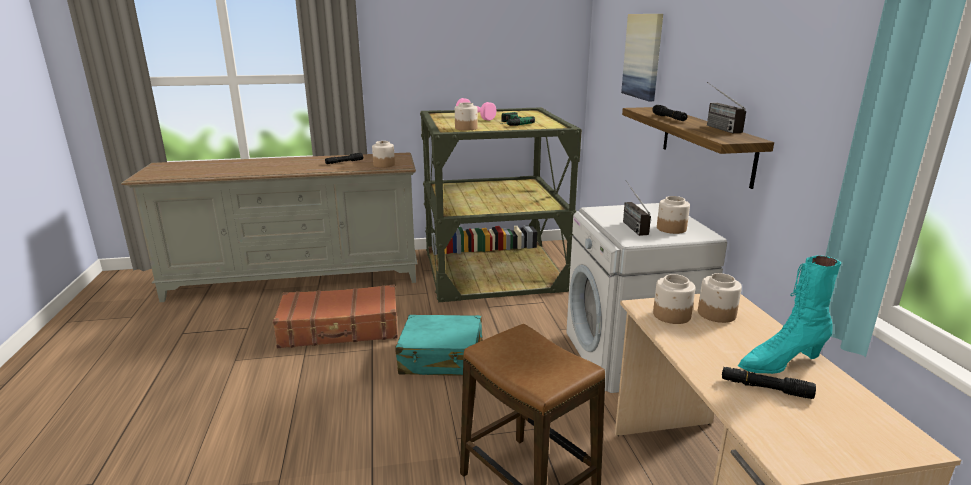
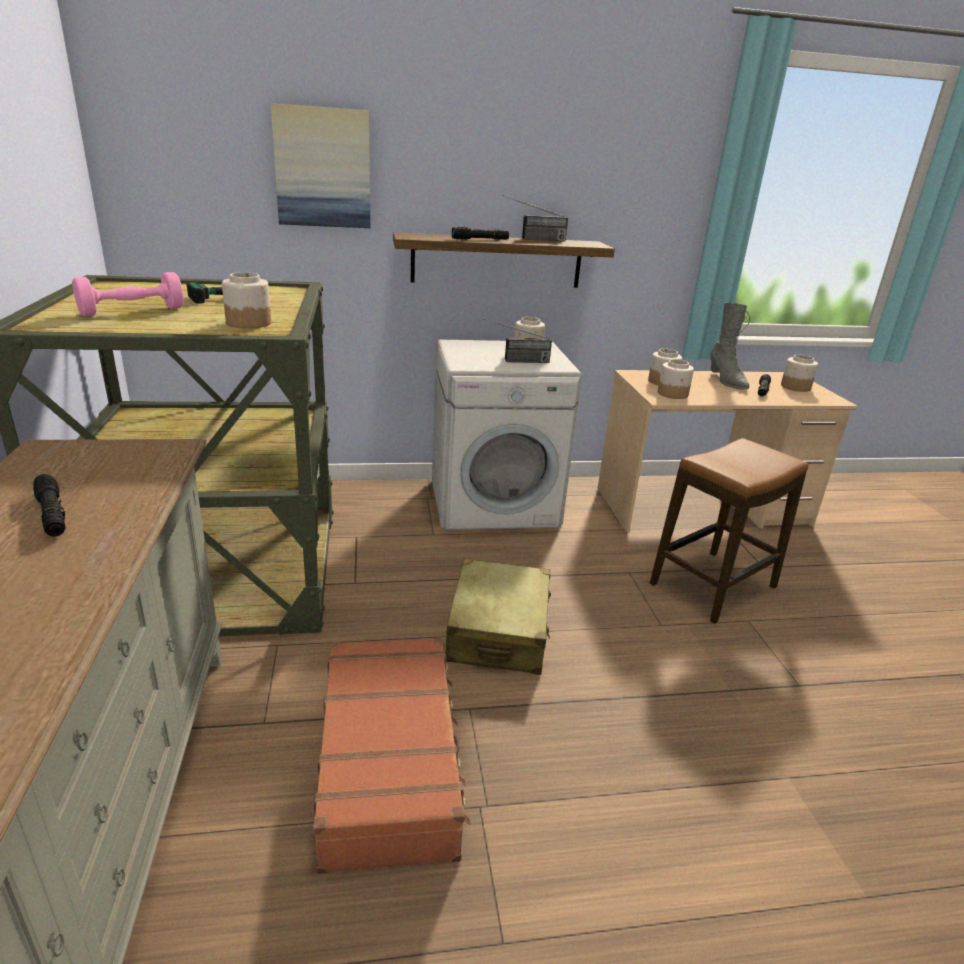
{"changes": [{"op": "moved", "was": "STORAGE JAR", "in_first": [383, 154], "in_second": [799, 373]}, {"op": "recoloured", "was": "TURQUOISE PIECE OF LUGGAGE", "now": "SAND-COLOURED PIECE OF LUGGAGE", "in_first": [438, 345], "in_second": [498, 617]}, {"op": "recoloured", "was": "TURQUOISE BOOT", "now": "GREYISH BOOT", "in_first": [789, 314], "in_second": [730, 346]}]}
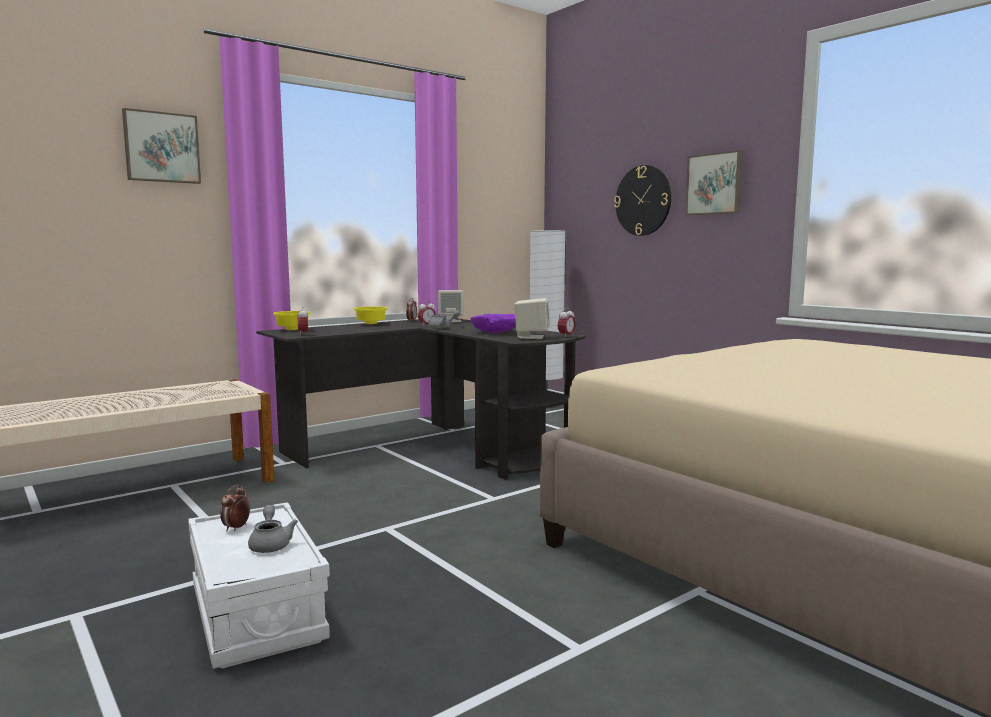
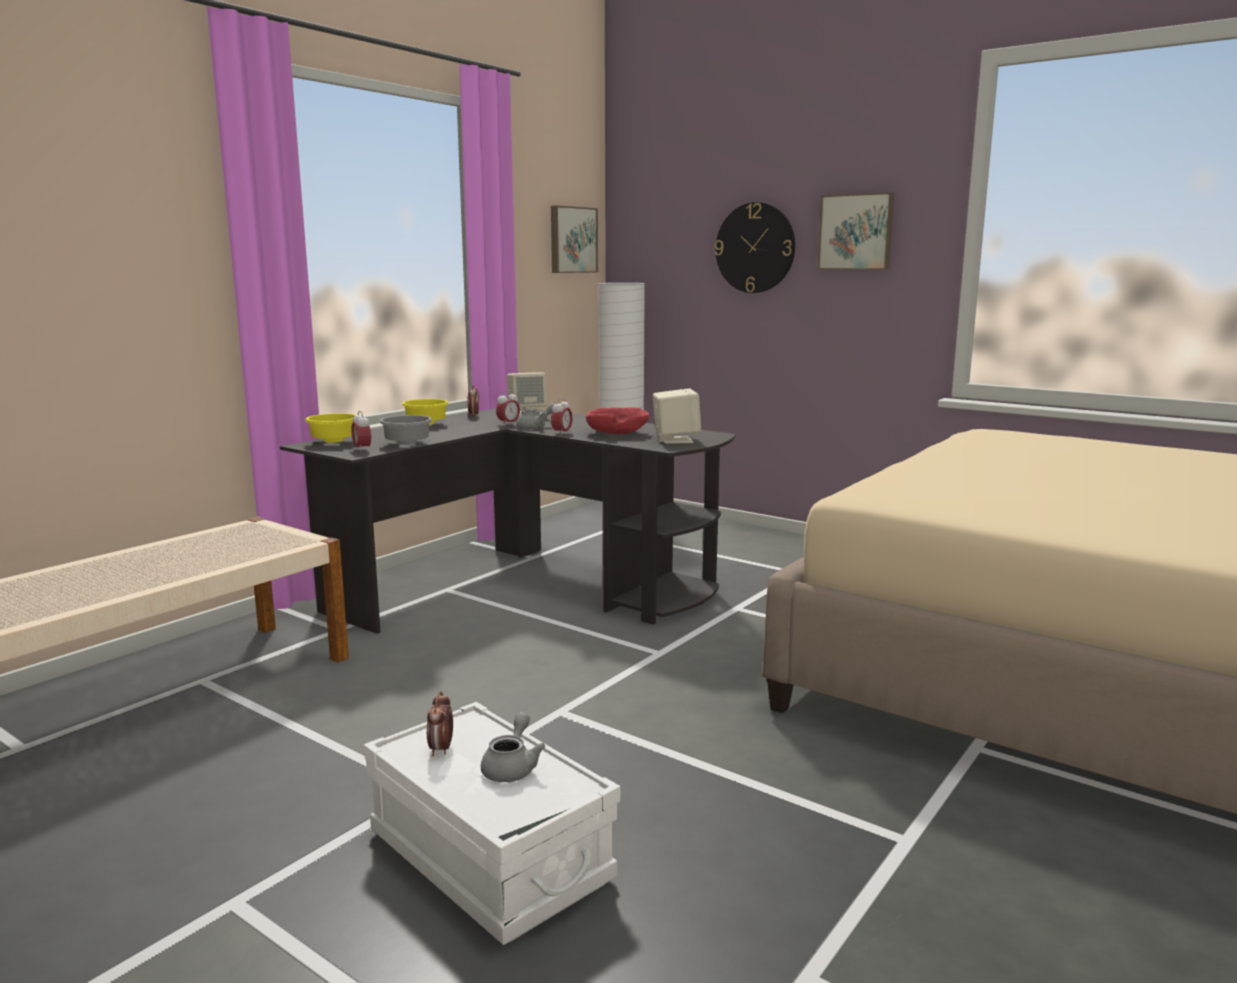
{"changes": [{"op": "moved", "was": "PICTURE", "in_first": [161, 146], "in_second": [574, 239]}, {"op": "turned", "was": "GREYISH TEAPOT", "in_first": [273, 529], "in_second": [513, 747], "clockwise": 45}, {"op": "recoloured", "was": "PURPLE-COLOURED DEEP DISH", "now": "REDDISH DEEP DISH", "in_first": [493, 323], "in_second": [618, 420]}, {"op": "moved", "was": "BEDSIDE CLOCK", "in_first": [567, 322], "in_second": [562, 416]}, {"op": "added", "now": "GREYISH DEEP DISH", "in_second": [406, 430]}]}
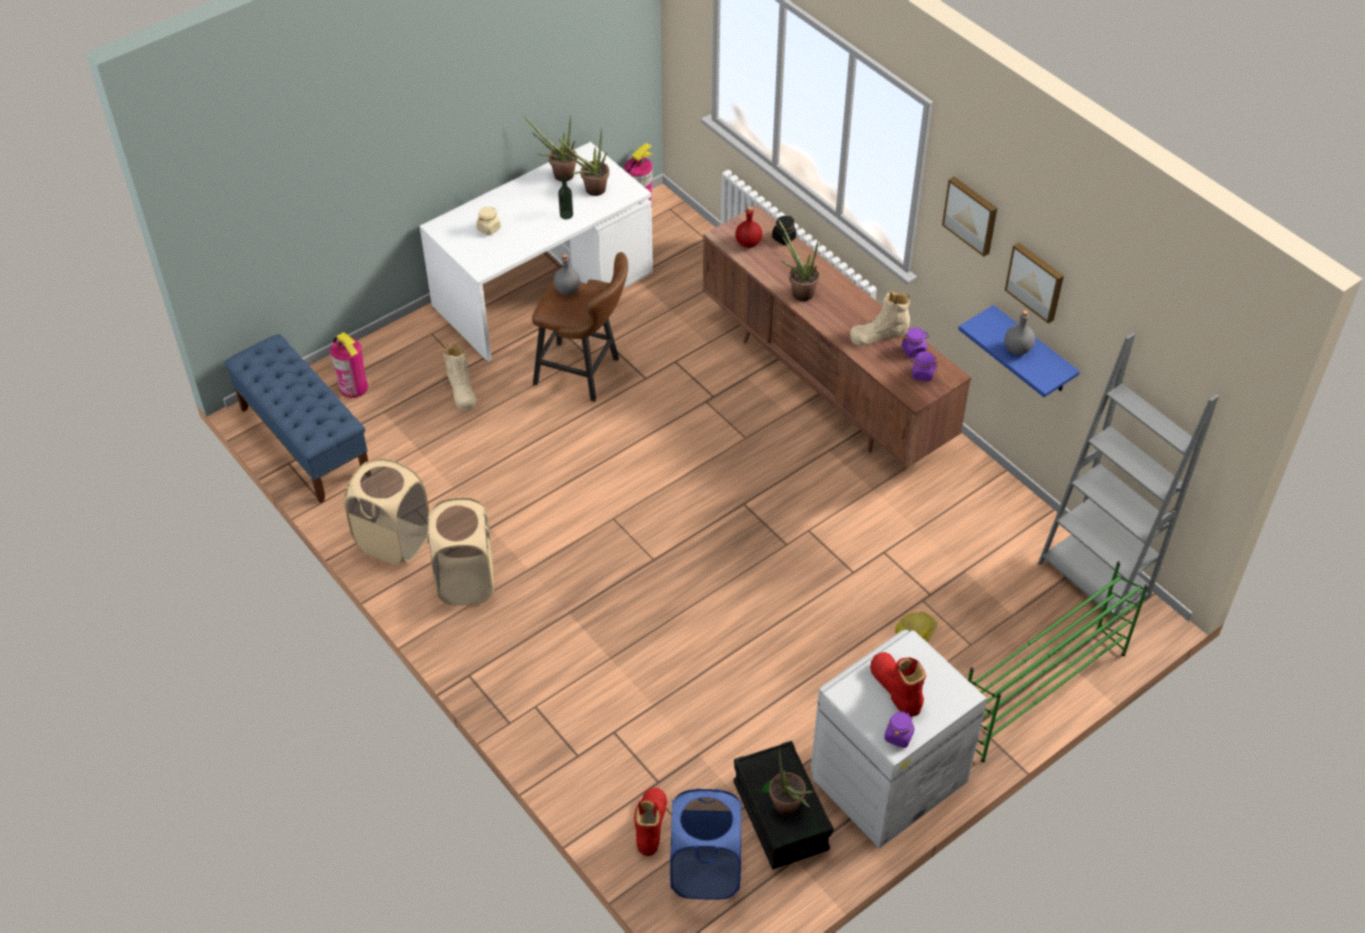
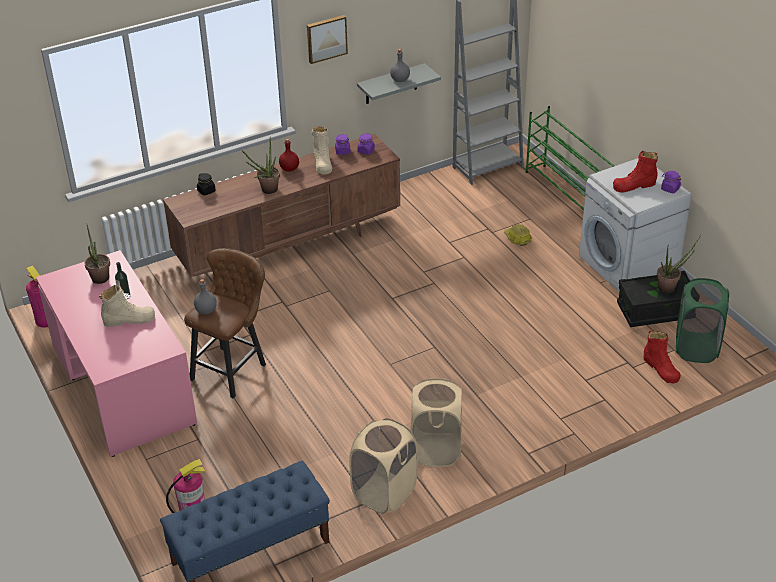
{"changes": [{"op": "recoloured", "was": "WHITE-COLOURED DESK TABLE", "now": "PINK-COLOURED DESK TABLE", "in_first": [536, 251], "in_second": [116, 353]}, {"op": "moved", "was": "SAND-COLOURED BOOT", "in_first": [459, 377], "in_second": [127, 306]}, {"op": "removed", "was": "SAND-COLOURED STORAGE JAR", "in_first": [488, 221]}, {"op": "removed", "was": "POTTED PLANT", "in_first": [550, 148]}, {"op": "turned", "was": "REDDISH BOOT", "in_first": [650, 822], "in_second": [662, 357], "clockwise": -135}, {"op": "recoloured", "was": "BLUE HAMPER", "now": "GREEN-COLOURED HAMPER", "in_first": [706, 843], "in_second": [702, 320]}, {"op": "moved", "was": "REDDISH BOTTLE", "in_first": [748, 227], "in_second": [289, 155]}, {"op": "recoloured", "was": "BLUE BRACKET SHELF", "now": "GREYISH BRACKET SHELF", "in_first": [1019, 351], "in_second": [399, 83]}, {"op": "removed", "was": "PICTURE", "in_first": [1034, 283]}]}
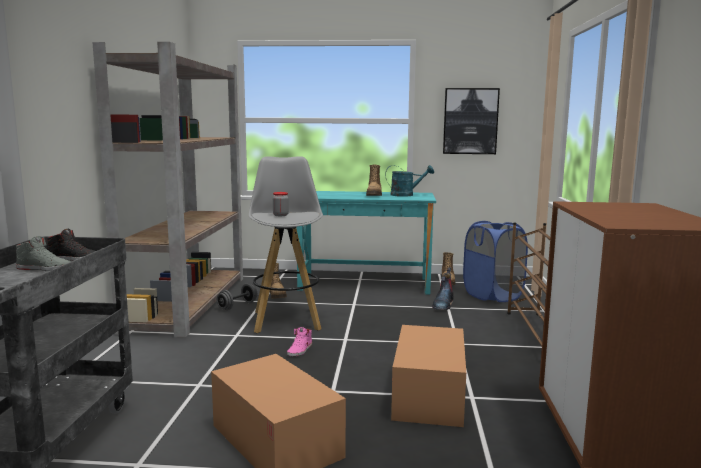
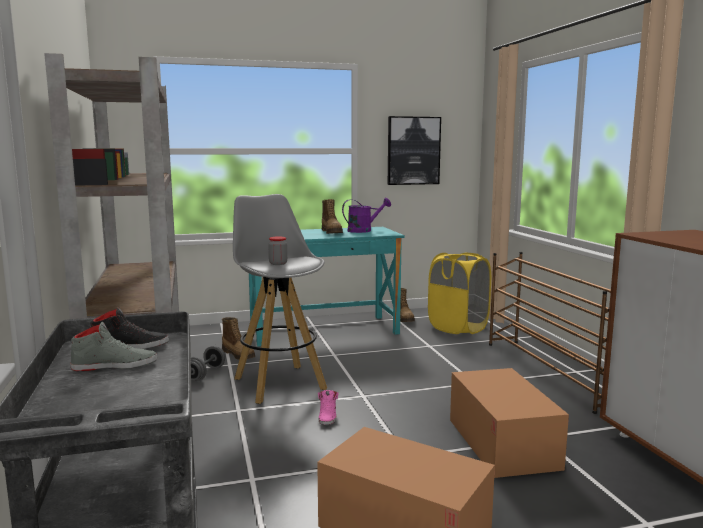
{"changes": [{"op": "recoloured", "was": "TURQUOISE WATERING CAN", "now": "PURPLE-COLOURED WATERING CAN", "in_first": [409, 181], "in_second": [366, 215]}, {"op": "removed", "was": "BOOT", "in_first": [443, 288]}, {"op": "recoloured", "was": "BLUE HAMPER", "now": "YELLOW-COLOURED HAMPER", "in_first": [495, 261], "in_second": [459, 293]}]}
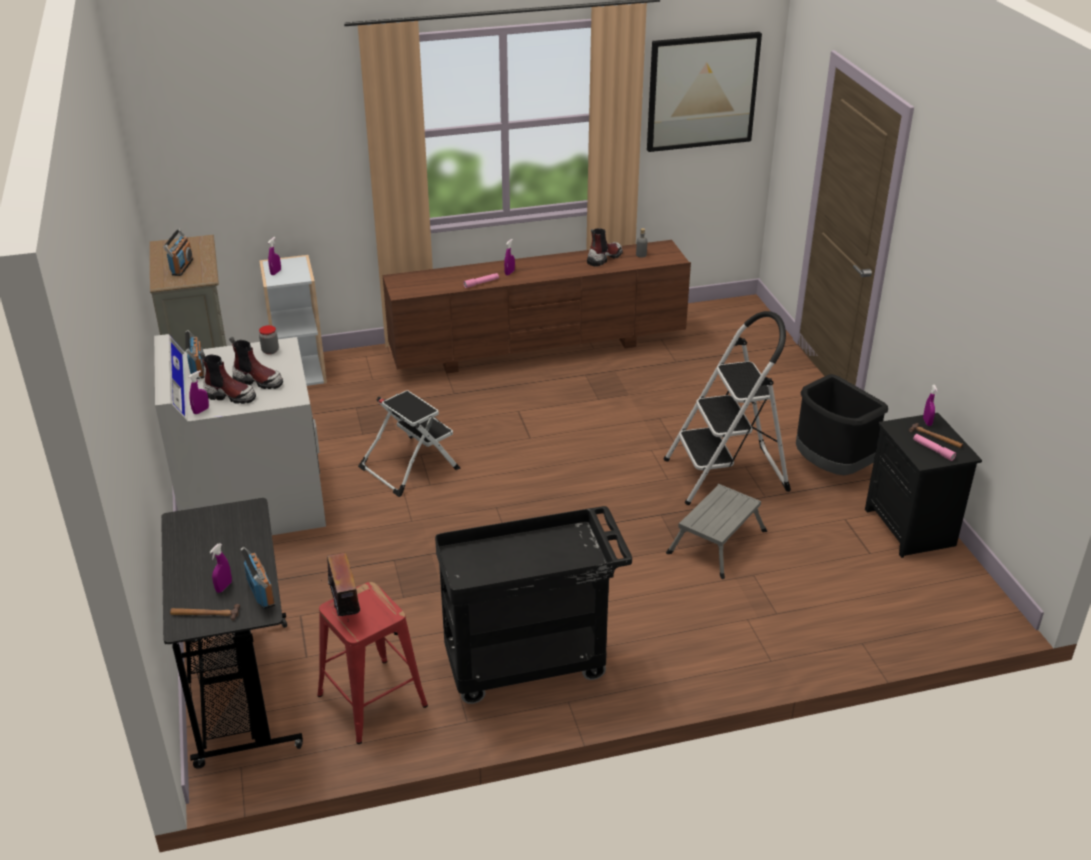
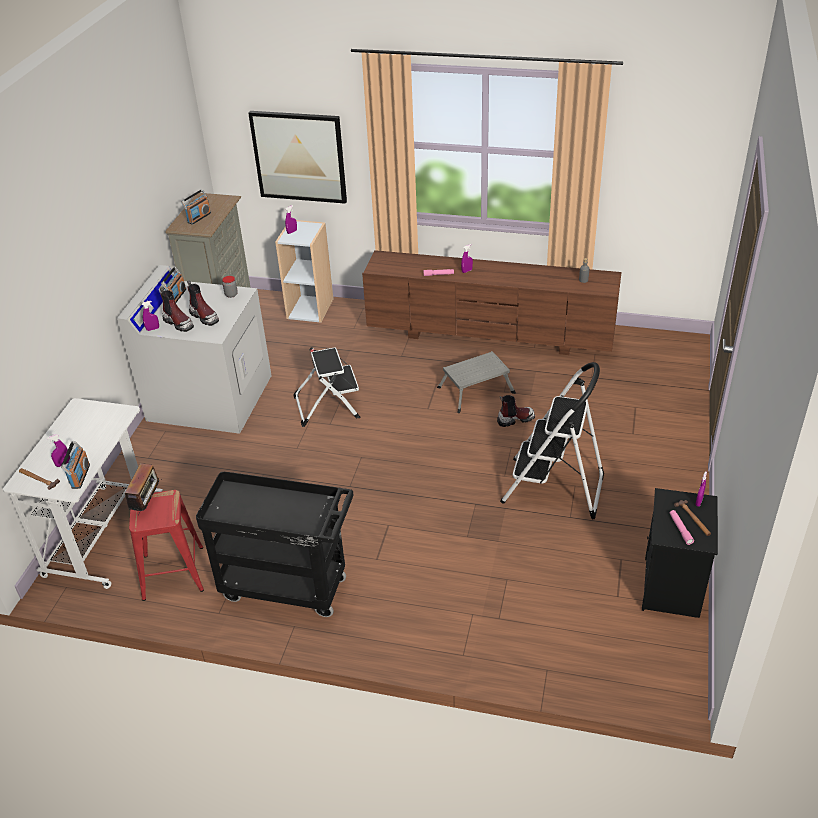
{"changes": [{"op": "recoloured", "was": "BLACK DESK TABLE", "now": "WHITE-COLOURED DESK TABLE", "in_first": [232, 633], "in_second": [83, 493]}, {"op": "moved", "was": "BOOT", "in_first": [605, 247], "in_second": [516, 411]}, {"op": "moved", "was": "PICTURE", "in_first": [704, 92], "in_second": [297, 157]}, {"op": "moved", "was": "GREYISH STEP STOOL", "in_first": [717, 531], "in_second": [476, 382]}, {"op": "removed", "was": "BLACK TRASH CAN", "in_first": [842, 424]}]}
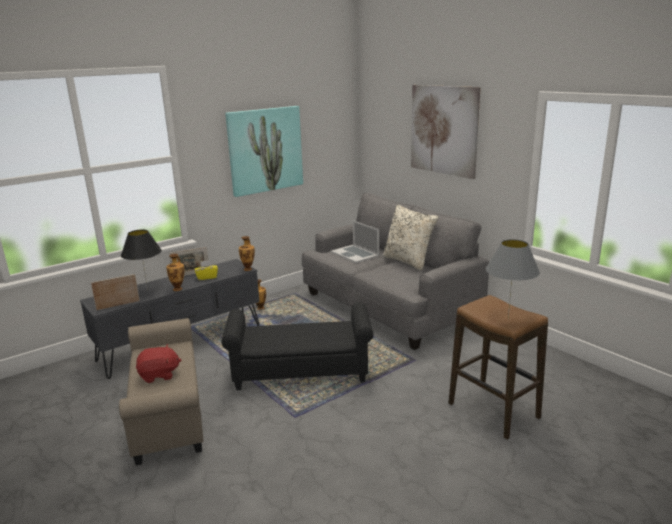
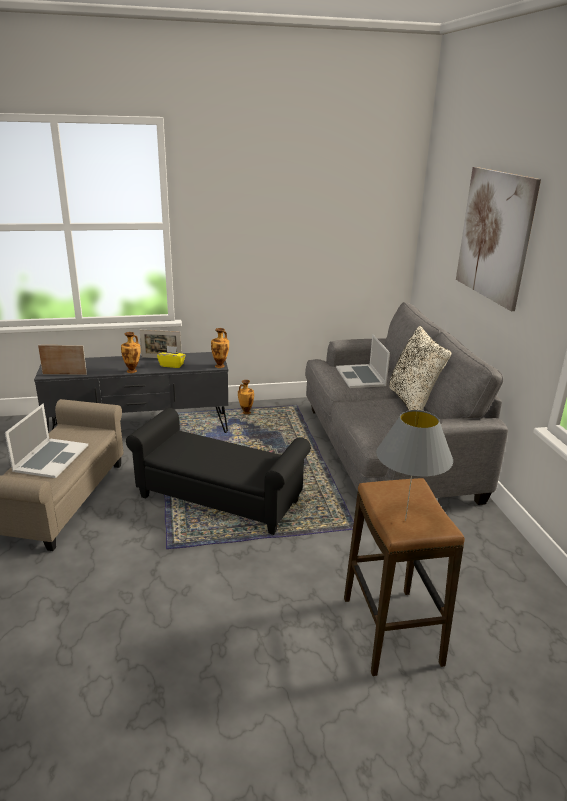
{"changes": [{"op": "removed", "was": "BLACK TABLETOP LAMP", "in_first": [141, 260]}, {"op": "replaced", "was": "REDDISH SOFT TOY", "now": "NOTEBOOK COMPUTER", "in_first": [158, 363], "in_second": [46, 440]}, {"op": "removed", "was": "PICTURE", "in_first": [264, 151]}]}
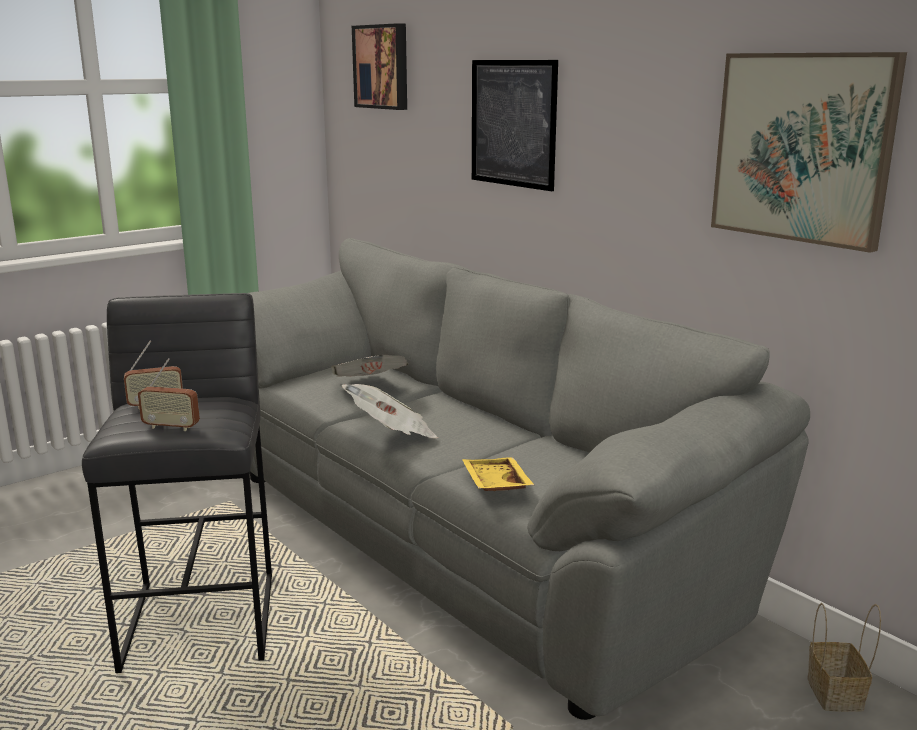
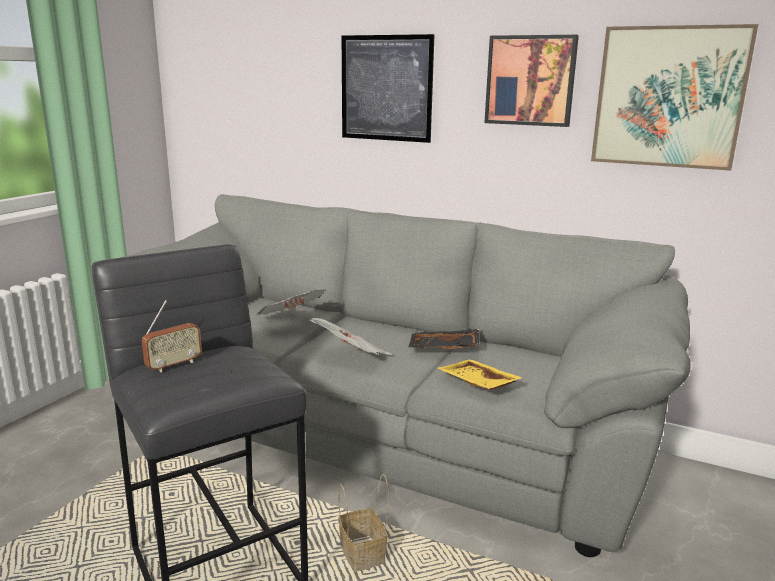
{"changes": [{"op": "removed", "was": "RADIO", "in_first": [169, 394]}, {"op": "moved", "was": "PICTURE", "in_first": [379, 66], "in_second": [531, 81]}, {"op": "moved", "was": "BASKET", "in_first": [844, 657], "in_second": [363, 523]}, {"op": "added", "now": "BLACK TRAY", "in_second": [444, 339]}]}
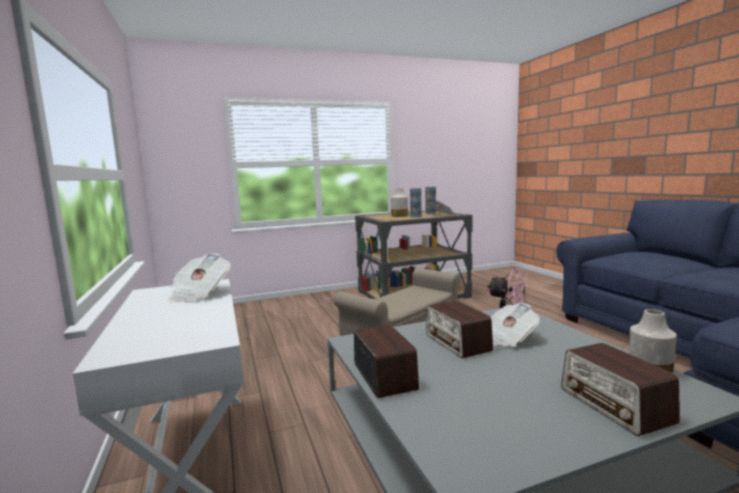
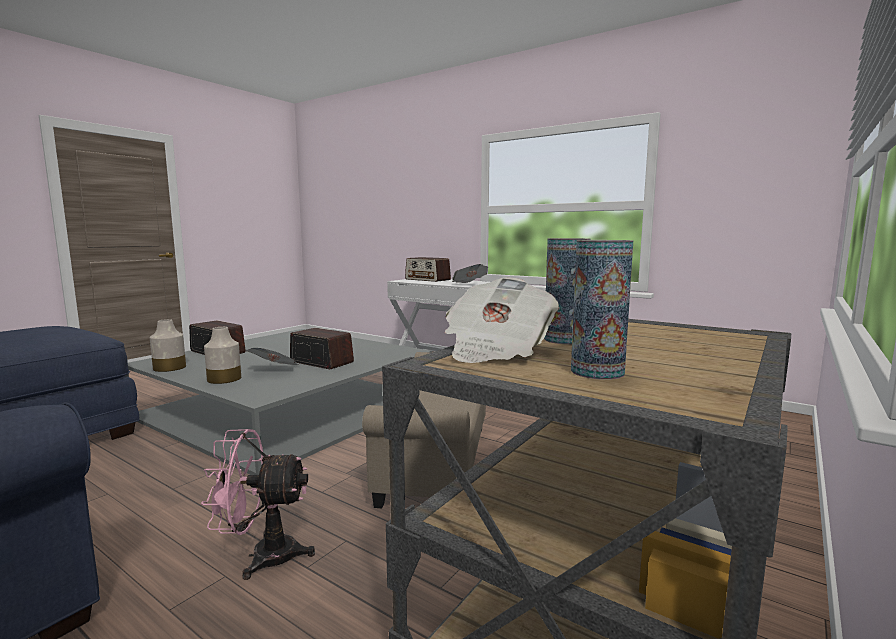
{"changes": [{"op": "moved", "was": "RADIO", "in_first": [386, 361], "in_second": [428, 269]}, {"op": "moved", "was": "SAND-COLOURED VASE", "in_first": [399, 202], "in_second": [222, 355]}]}
